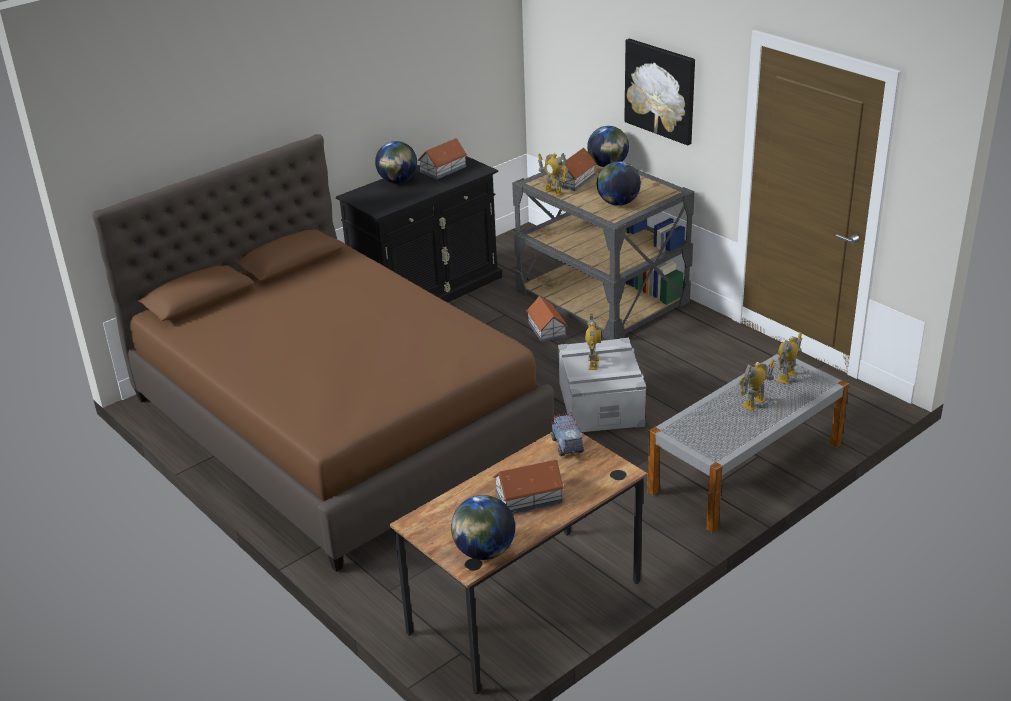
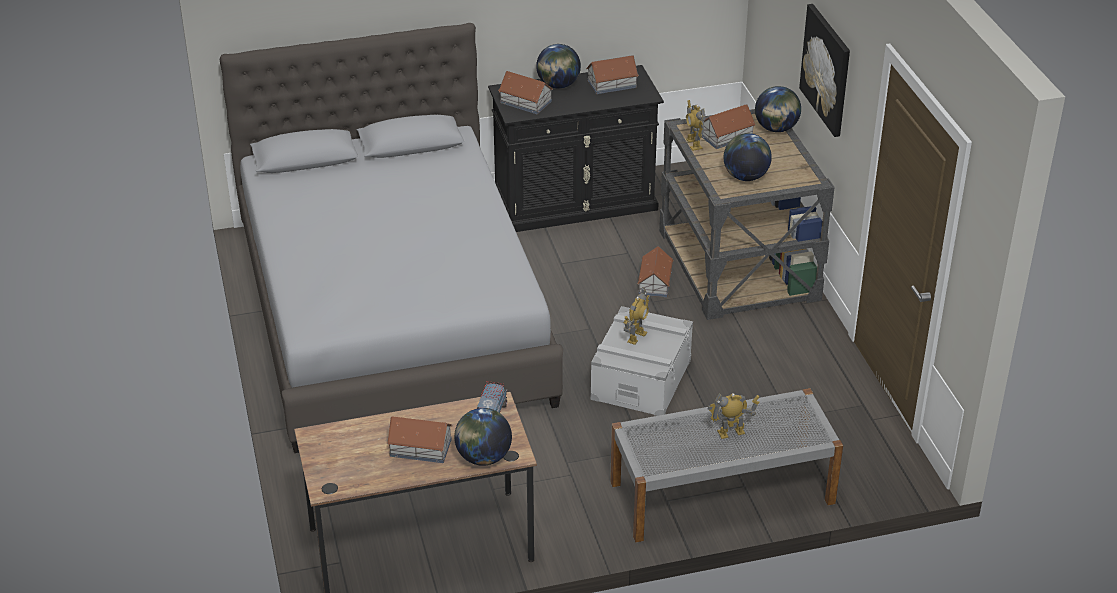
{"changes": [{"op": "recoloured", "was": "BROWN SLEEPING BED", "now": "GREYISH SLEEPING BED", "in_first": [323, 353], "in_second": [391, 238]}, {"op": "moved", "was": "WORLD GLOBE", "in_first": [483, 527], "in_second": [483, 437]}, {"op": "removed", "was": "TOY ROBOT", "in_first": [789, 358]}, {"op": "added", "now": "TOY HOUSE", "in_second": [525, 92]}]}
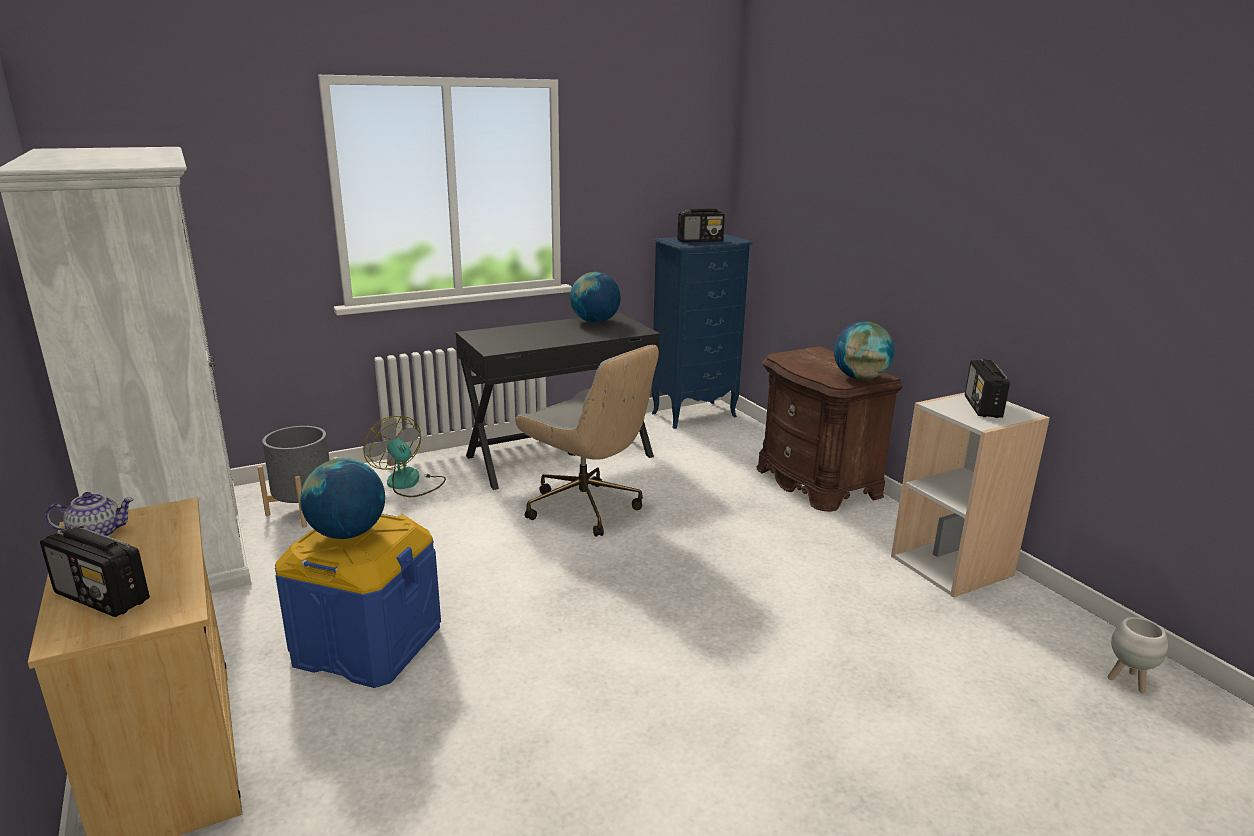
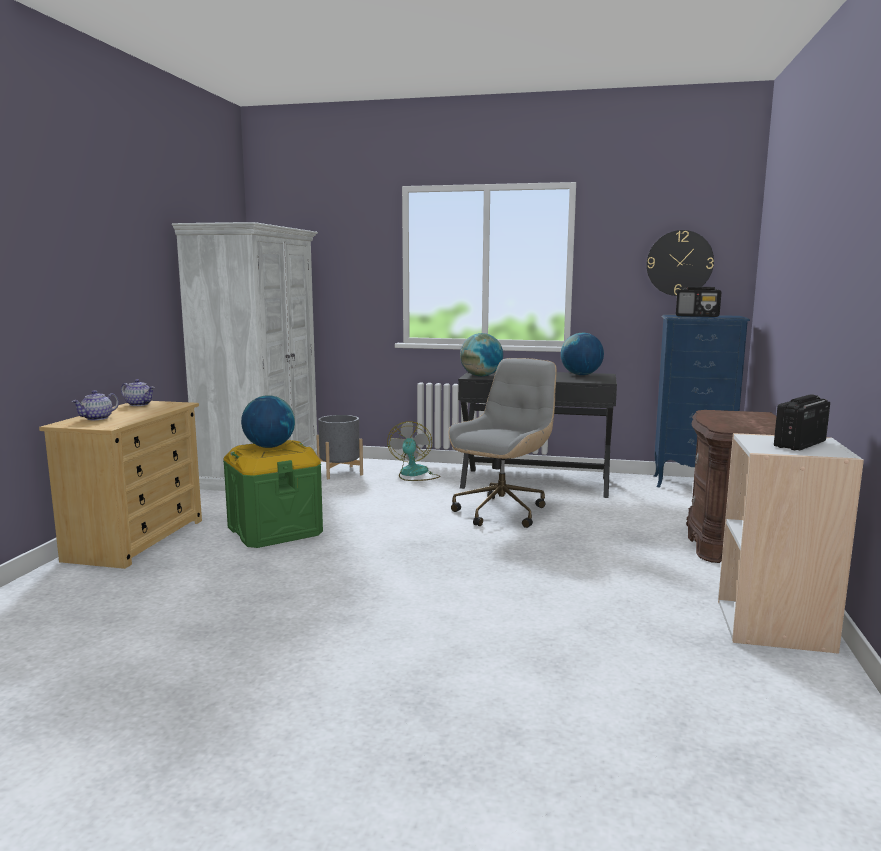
{"changes": [{"op": "replaced", "was": "RADIO", "now": "TEAPOT", "in_first": [95, 571], "in_second": [95, 405]}, {"op": "recoloured", "was": "BLUE STORAGE CONTAINER", "now": "GREEN-COLOURED STORAGE CONTAINER", "in_first": [358, 601], "in_second": [273, 494]}, {"op": "turned", "was": "GREYISH OFFICE CHAIR", "in_first": [587, 441], "in_second": [503, 443], "clockwise": -135}, {"op": "moved", "was": "WORLD GLOBE", "in_first": [864, 351], "in_second": [481, 354]}, {"op": "removed", "was": "WHITE-COLOURED FLOWER POT", "in_first": [1138, 655]}, {"op": "added", "now": "WALL CLOCK", "in_second": [680, 263]}]}
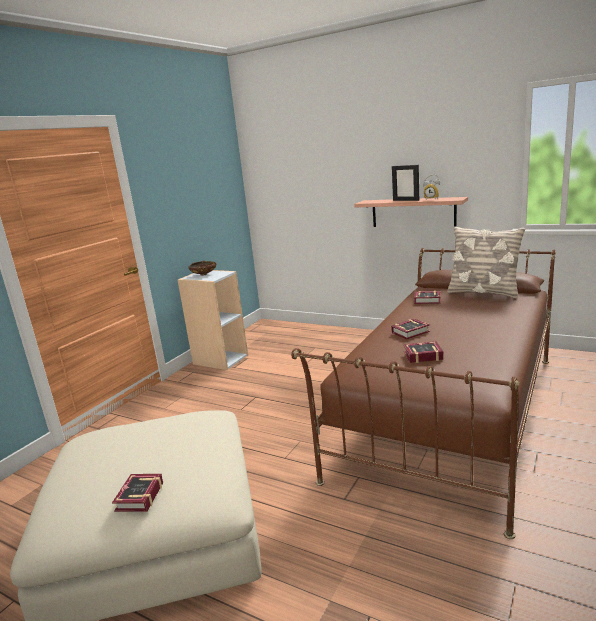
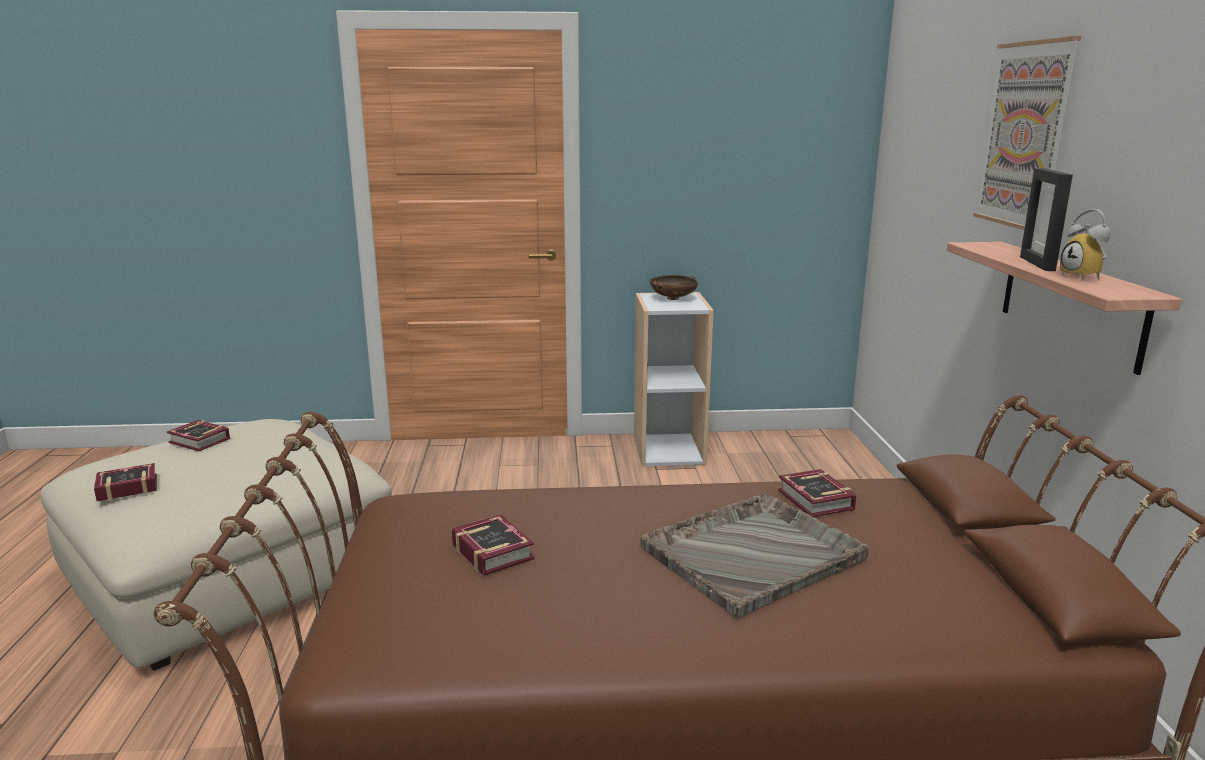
{"changes": [{"op": "moved", "was": "BOOK", "in_first": [410, 329], "in_second": [198, 435]}, {"op": "removed", "was": "SAND-COLOURED CUSHION", "in_first": [486, 263]}, {"op": "added", "now": "GREYISH TRAY", "in_second": [754, 555]}, {"op": "added", "now": "PICTURE", "in_second": [1027, 133]}]}
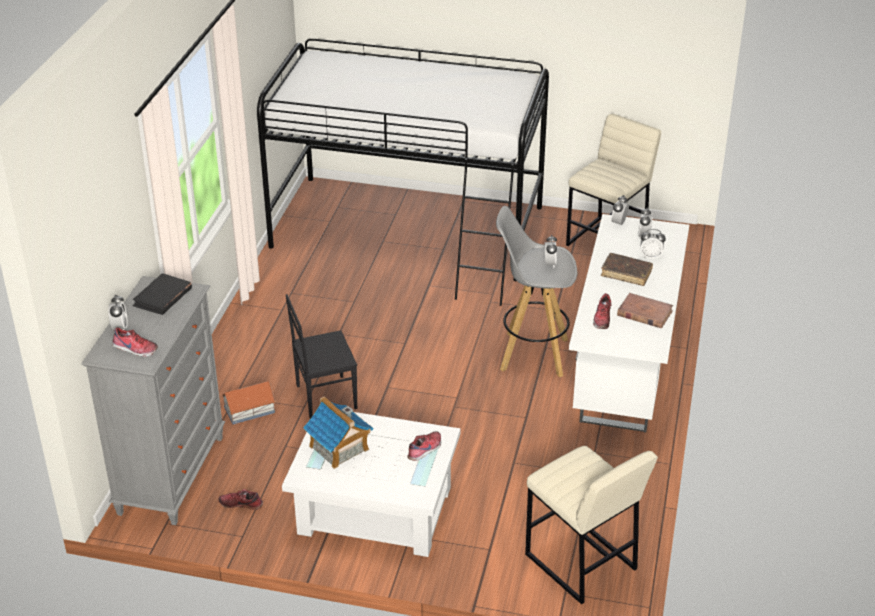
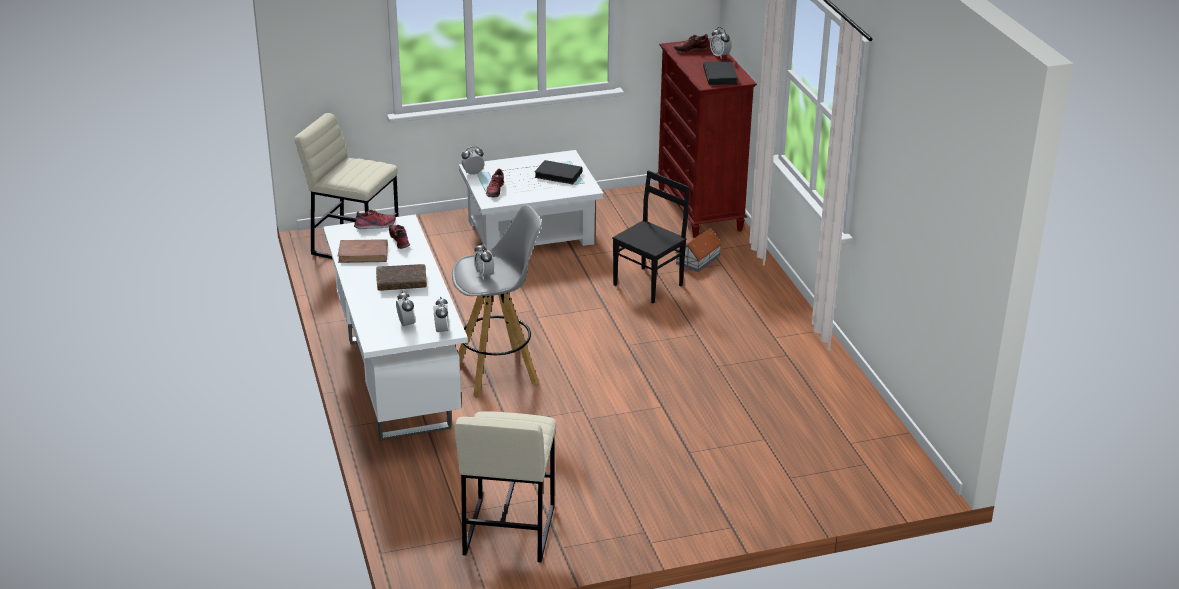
{"changes": [{"op": "recoloured", "was": "GREYISH DRAWER CHEST", "now": "REDDISH DRAWER CHEST", "in_first": [153, 400], "in_second": [706, 138]}, {"op": "moved", "was": "LOW SHOE", "in_first": [241, 499], "in_second": [375, 219]}, {"op": "removed", "was": "BLACK SLEEPING BED", "in_first": [403, 172]}, {"op": "replaced", "was": "TOY HOUSE", "now": "BLACK BOOK", "in_first": [338, 432], "in_second": [558, 172]}, {"op": "moved", "was": "BEDSIDE CLOCK", "in_first": [653, 244], "in_second": [473, 160]}]}
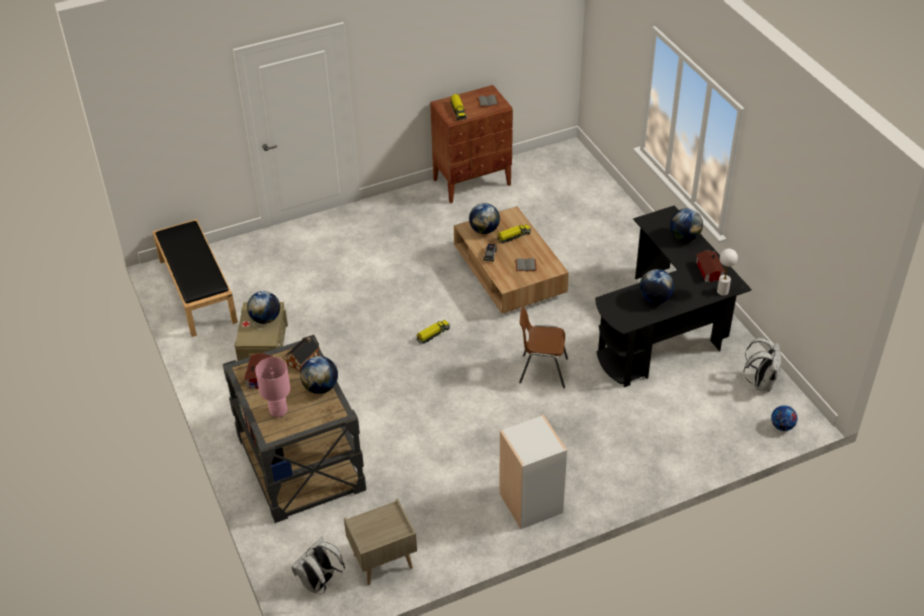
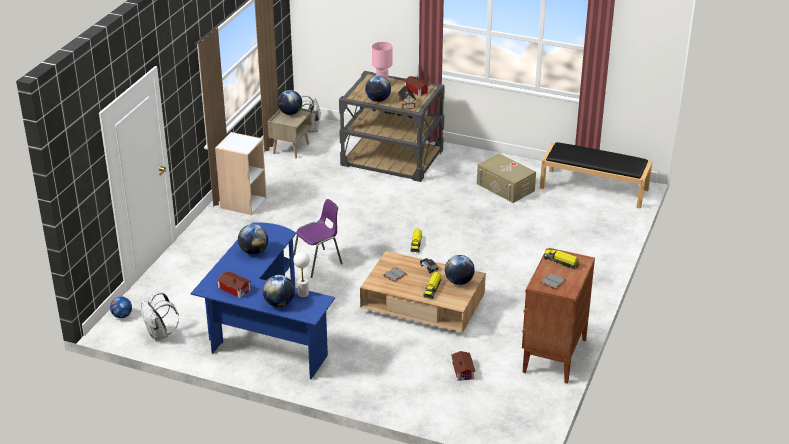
{"changes": [{"op": "moved", "was": "WORLD GLOBE", "in_first": [263, 307], "in_second": [290, 102]}, {"op": "recoloured", "was": "BROWN PLAIN CHAIR", "now": "PURPLE-COLOURED PLAIN CHAIR", "in_first": [543, 347], "in_second": [318, 238]}, {"op": "recoloured", "was": "BLACK DESK TABLE", "now": "BLUE DESK TABLE", "in_first": [673, 296], "in_second": [263, 301]}, {"op": "moved", "was": "WHITE-COLOURED TABLETOP LAMP", "in_first": [727, 272], "in_second": [301, 274]}, {"op": "added", "now": "TOY HOUSE", "in_second": [463, 366]}]}
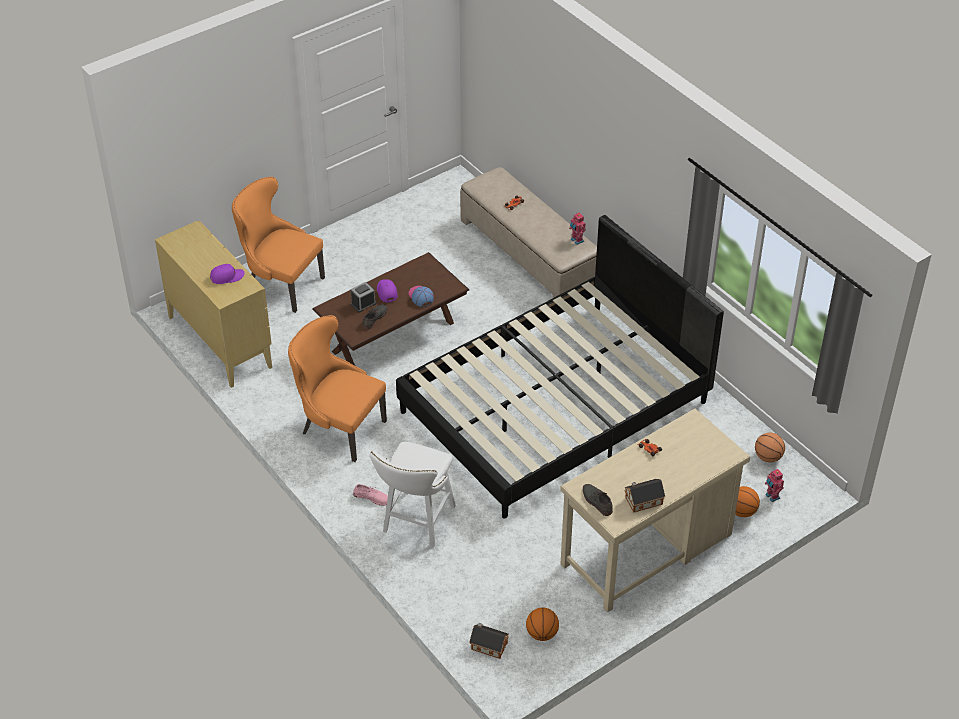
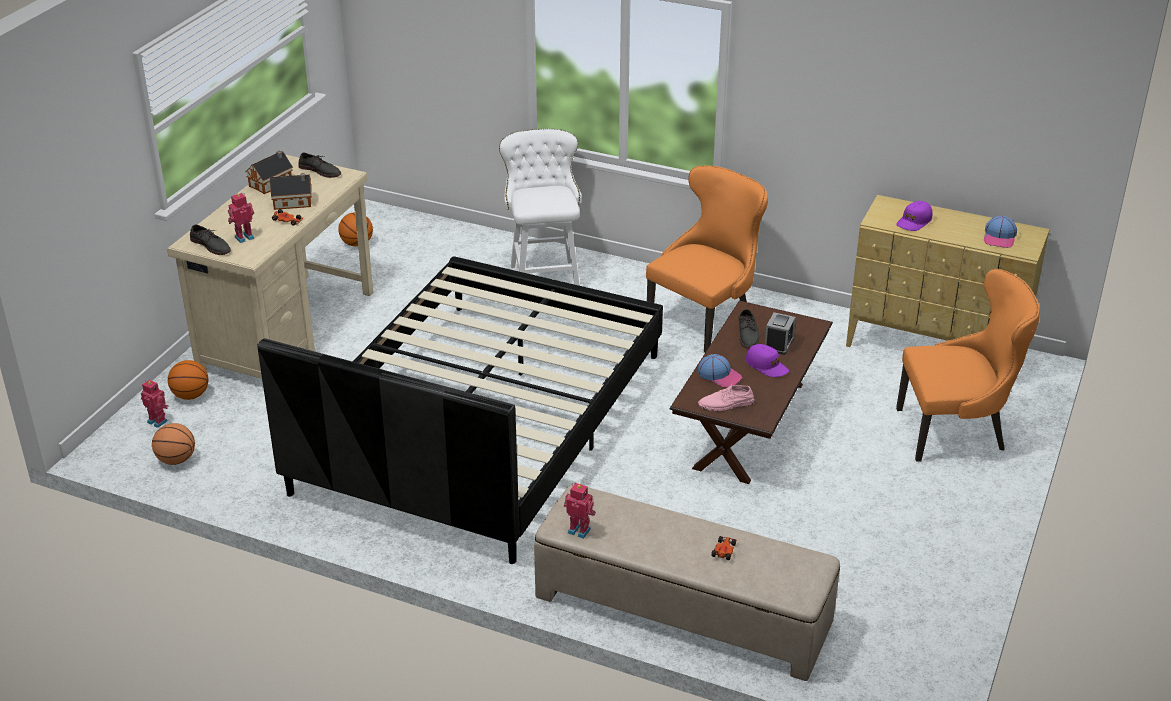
{"changes": [{"op": "turned", "was": "ORANGEY PLAIN CHAIR", "in_first": [337, 388], "in_second": [707, 259], "clockwise": -45}, {"op": "moved", "was": "PINK-COLOURED LOW SHOE", "in_first": [370, 495], "in_second": [726, 397]}, {"op": "moved", "was": "TOY HOUSE", "in_first": [489, 641], "in_second": [291, 191]}, {"op": "added", "now": "GREYISH LOW SHOE", "in_second": [210, 239]}, {"op": "added", "now": "TOY ROBOT", "in_second": [241, 218]}, {"op": "added", "now": "CAP", "in_second": [1000, 232]}]}
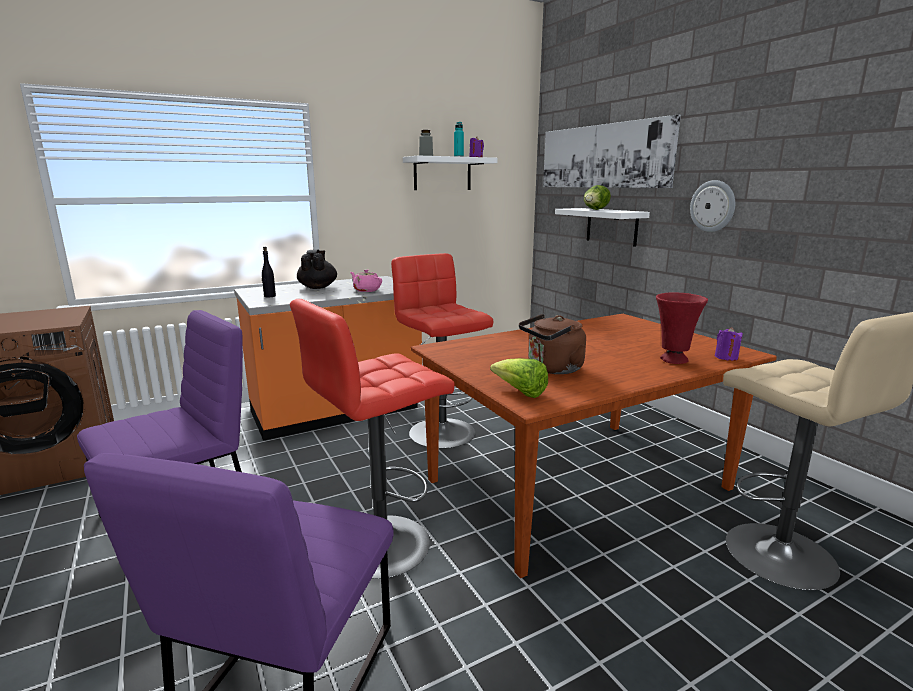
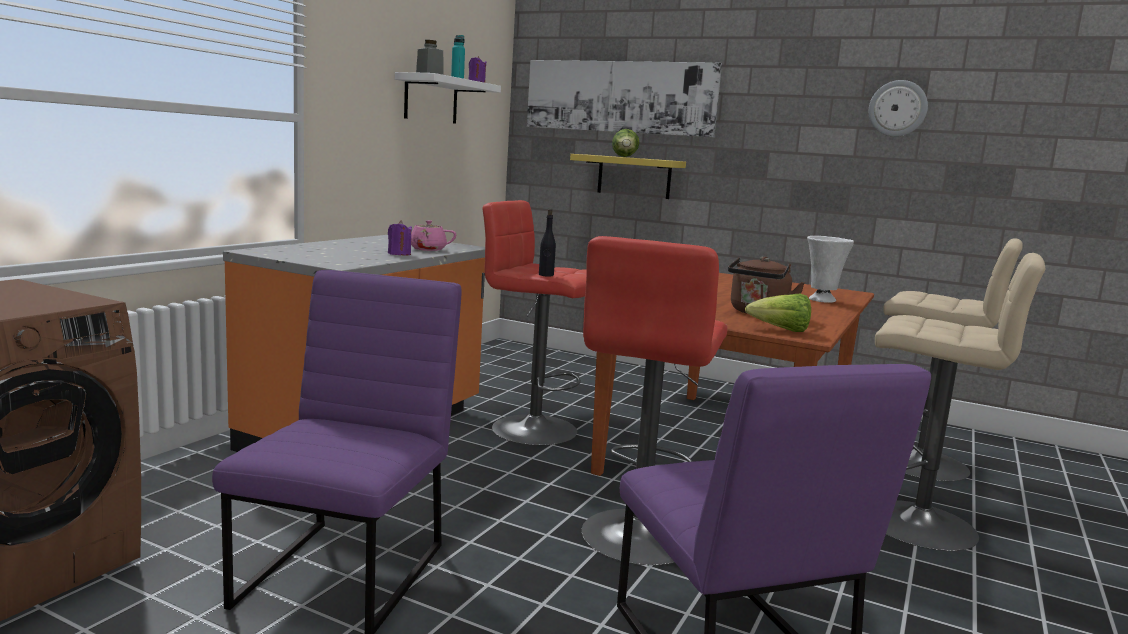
{"changes": [{"op": "moved", "was": "BLACK BOTTLE", "in_first": [269, 272], "in_second": [547, 243]}, {"op": "removed", "was": "BLACK TEAPOT", "in_first": [317, 269]}, {"op": "recoloured", "was": "WHITE-COLOURED BRACKET SHELF", "now": "YELLOW-COLOURED BRACKET SHELF", "in_first": [602, 227], "in_second": [628, 176]}, {"op": "recoloured", "was": "REDDISH VASE", "now": "WHITE-COLOURED VASE", "in_first": [682, 328], "in_second": [830, 269]}, {"op": "moved", "was": "WALL CLOCK", "in_first": [712, 206], "in_second": [898, 108]}, {"op": "moved", "was": "PURPLE-COLOURED WAX CANDLE", "in_first": [729, 344], "in_second": [400, 237]}, {"op": "added", "now": "SAND-COLOURED STOOL", "in_second": [960, 402]}]}
